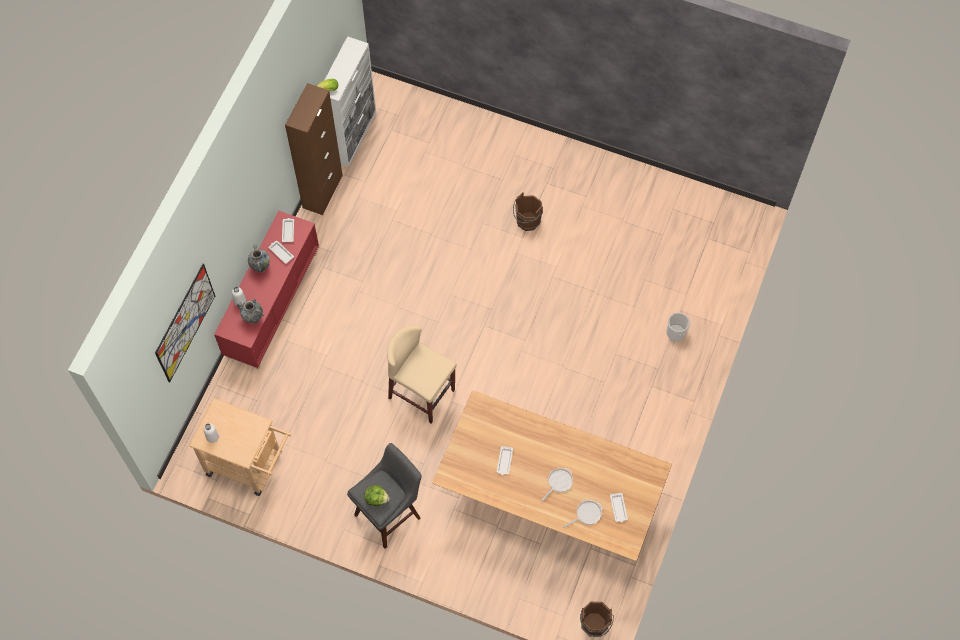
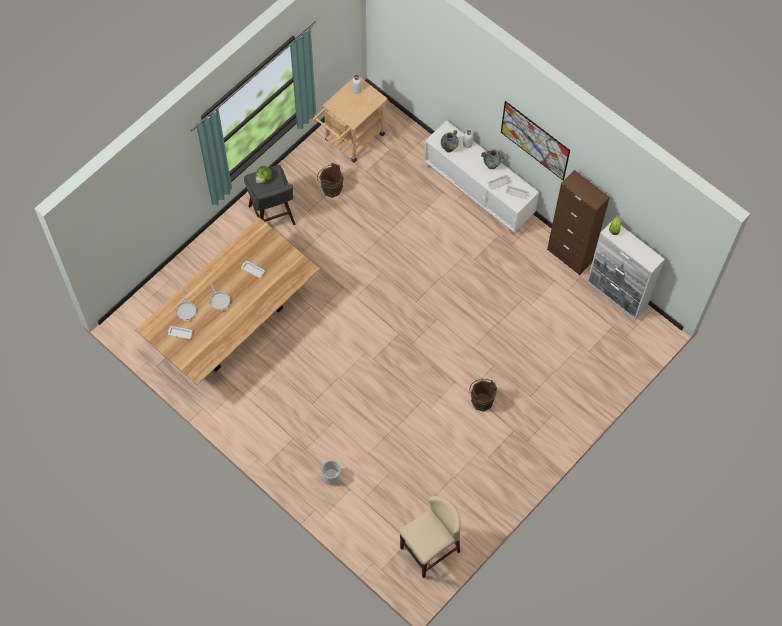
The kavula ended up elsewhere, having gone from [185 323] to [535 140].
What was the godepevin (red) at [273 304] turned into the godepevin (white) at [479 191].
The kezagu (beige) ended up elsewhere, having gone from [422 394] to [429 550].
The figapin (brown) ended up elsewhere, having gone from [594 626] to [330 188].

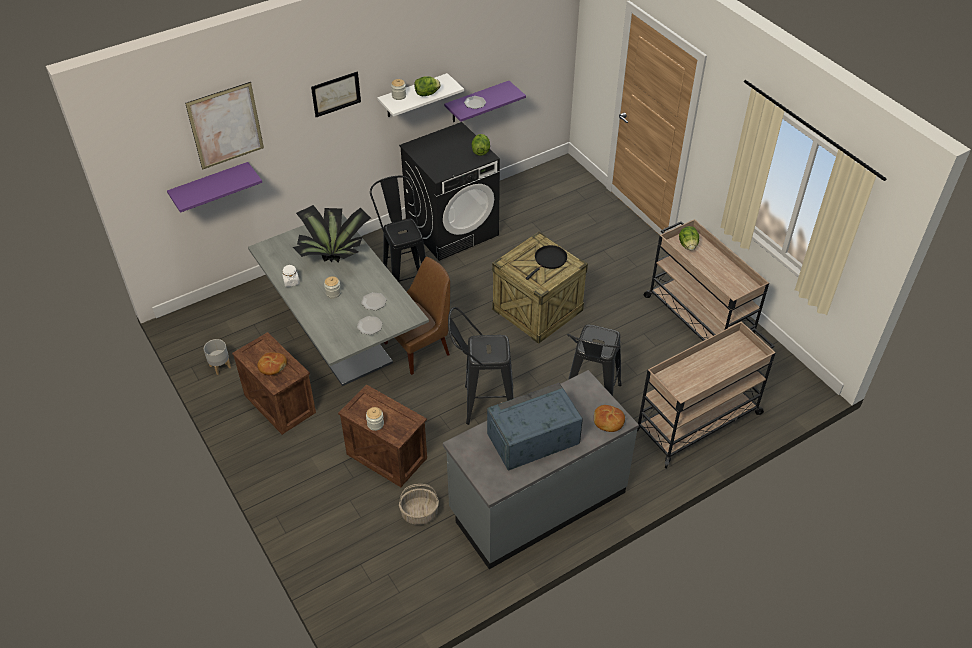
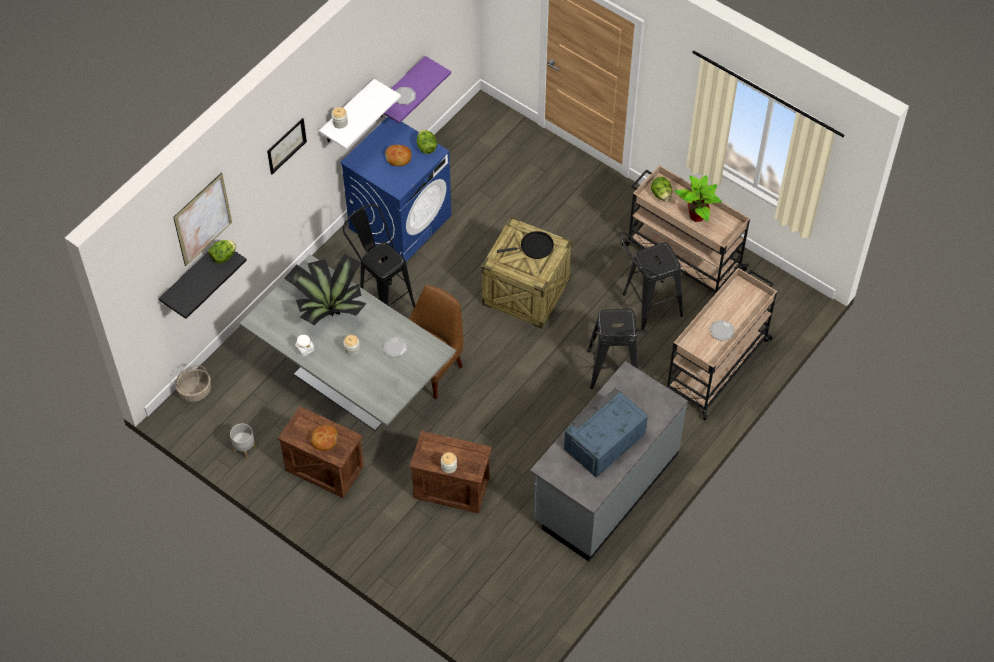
What was the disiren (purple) at [210 186] turned into the disiren (black) at [191 277].
The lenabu ended up elsewhere, having gone from [370 326] to [722 331].
What was the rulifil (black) at [452 229] turned into the rulifil (blue) at [400 221].
The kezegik ended up elsewhere, having gone from [420 513] to [195 391].
The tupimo ended up elsewhere, having gone from [427 94] to [223 257].
The kezagu (black) ended up elsewhere, having gone from [482 404] to [646 307].
The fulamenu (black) at [549 260] ended up facing another way, 60 degrees clockwise from before.
The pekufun ended up elsewhere, having gone from [608 422] to [398 158].
The second view gained the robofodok at [697 215].

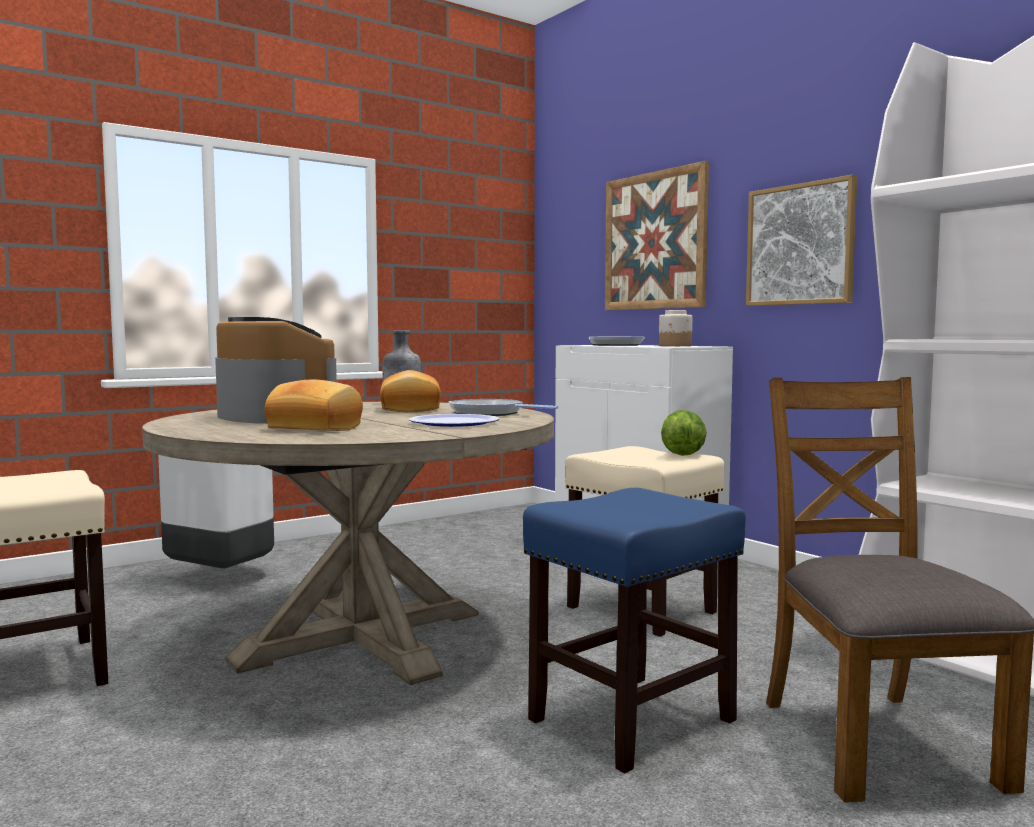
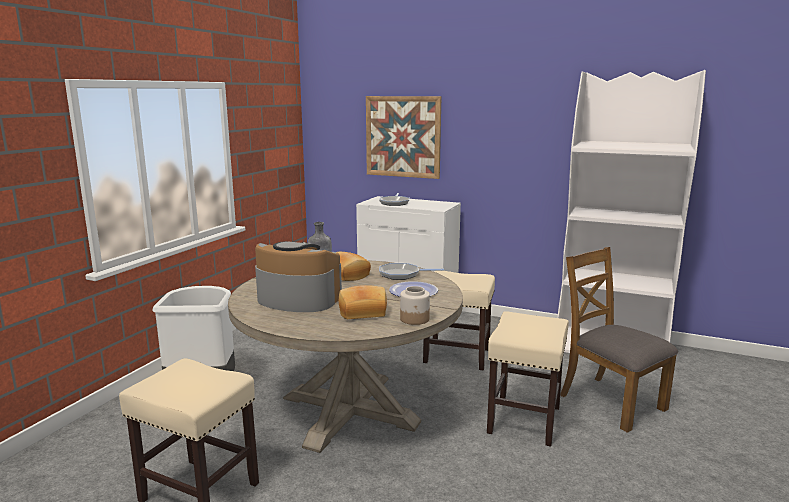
What was the kezagu (blue) at [630 721] turned into the kezagu (beige) at [524 420].
The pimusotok ended up elsewhere, having gone from [675 346] to [415 319].
The second view lost the tupimo at [683 454].
The second view lost the kavula at [800 244].

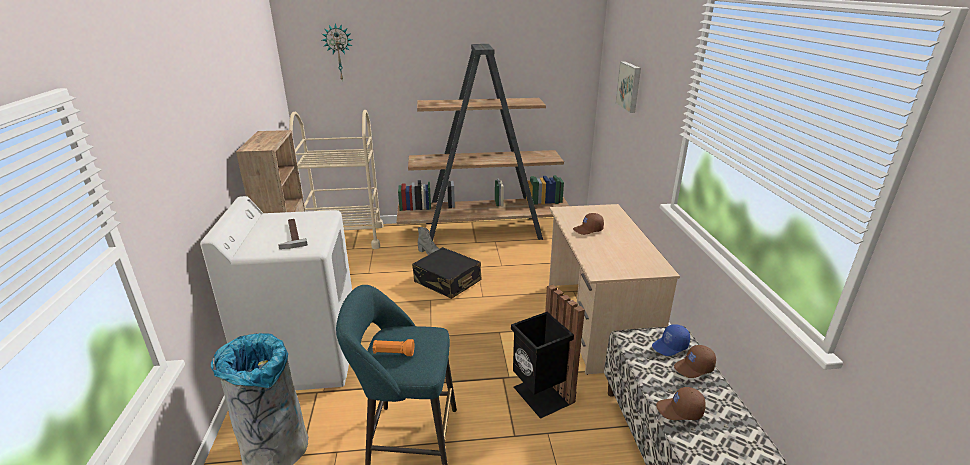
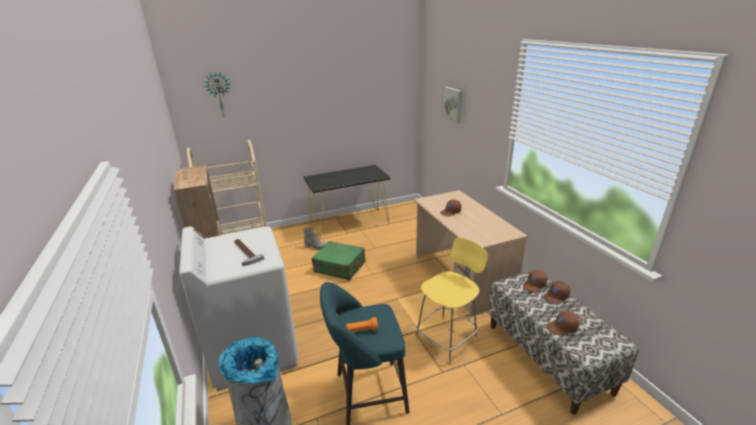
Where the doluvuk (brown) stood at [484 230], the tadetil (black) came to stand at [349 223].
What was the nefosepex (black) at [447 281] turned into the nefosepex (green) at [340 267].
Where the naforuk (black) stood at [541 395], the kezagu (yellow) came to stand at [447 339].
What was the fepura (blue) at [670 346] turned into the fepura (brown) at [534 285].

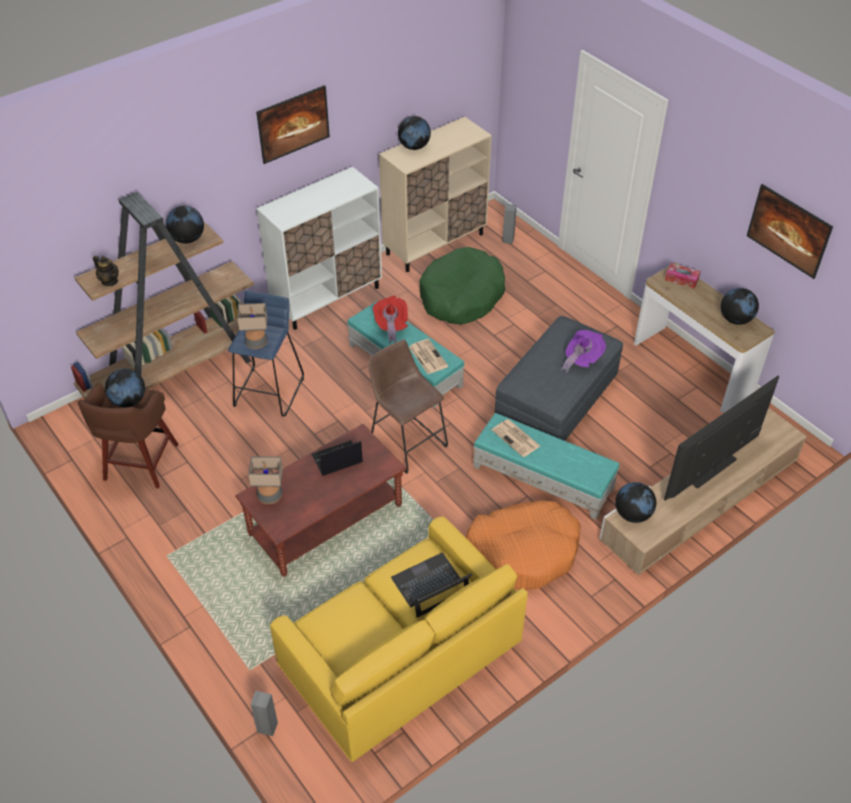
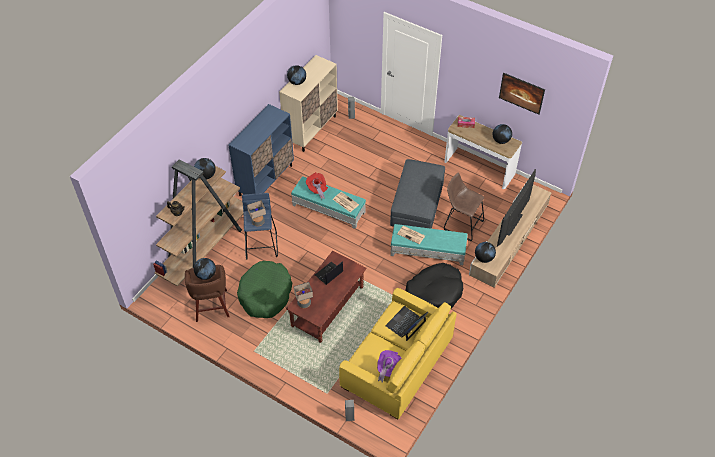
The second view lost the kavula at [295 137].
What was the godepevin (white) at [327 298] turned into the godepevin (blue) at [266 180].
The kezagu (brown) ended up elsewhere, having gone from [406 441] to [461 224].
The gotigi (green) ended up elsewhere, having gone from [461 296] to [265 294].
What was the gotigi (orange) at [522 552] turned into the gotigi (black) at [434 293].
The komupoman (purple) ended up elsewhere, having gone from [581 359] to [388 368].

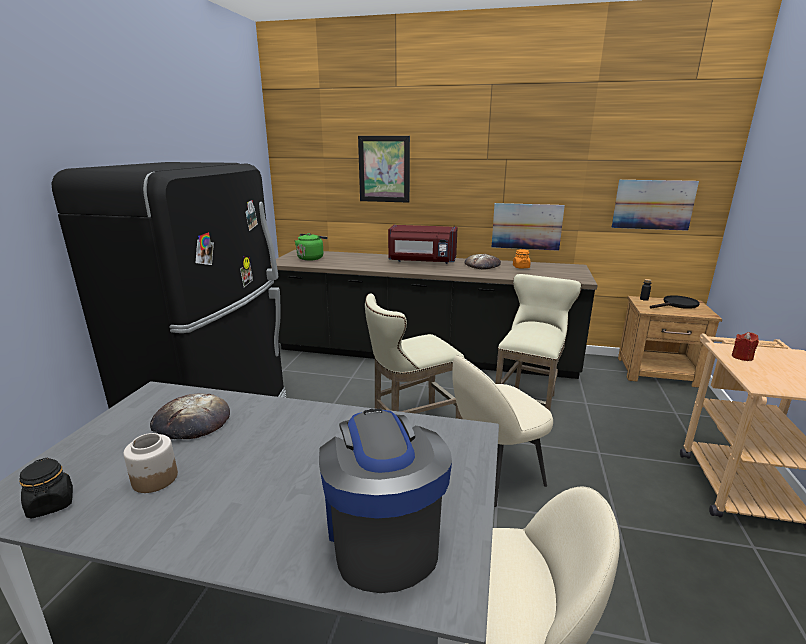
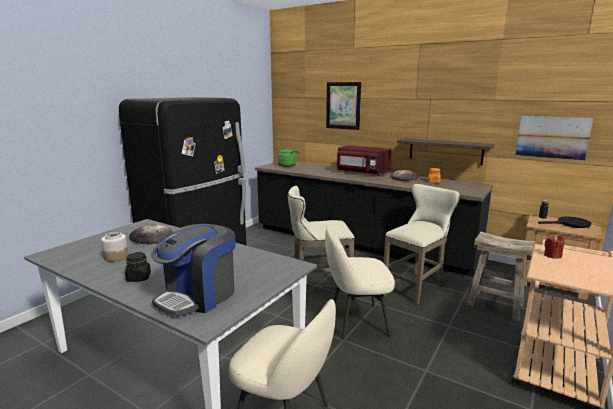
The pimusotok (black) ended up elsewhere, having gone from [51 504] to [139 278].
The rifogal at [382 535] ended up facing another way, 150 degrees counterclockwise from before.
Where the kavula hung at [526 226], the disiren came to hang at [445 151].
The second view gained the kezagu (beige) at [495 305].

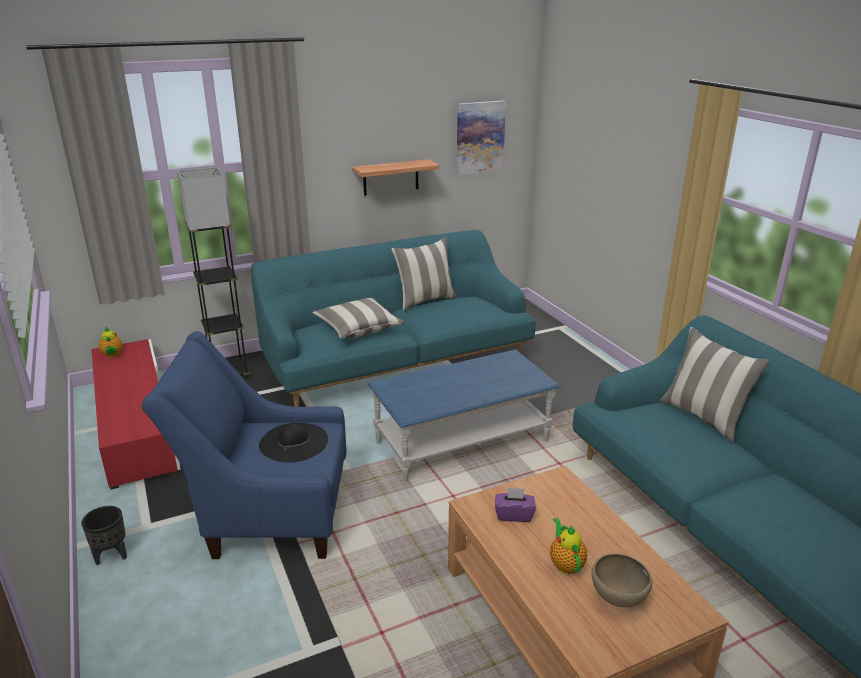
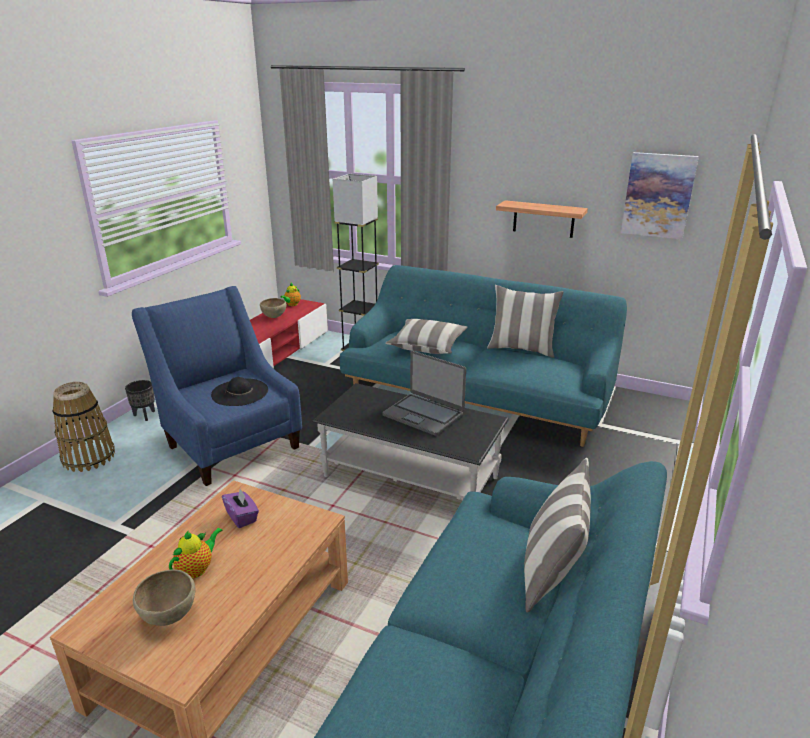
What was the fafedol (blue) at [462 442] turned into the fafedol (black) at [410 477].
The second view gained the kezegik at [89 457].
The second view gained the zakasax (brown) at [274 317].
The second view gained the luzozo at [423 415].

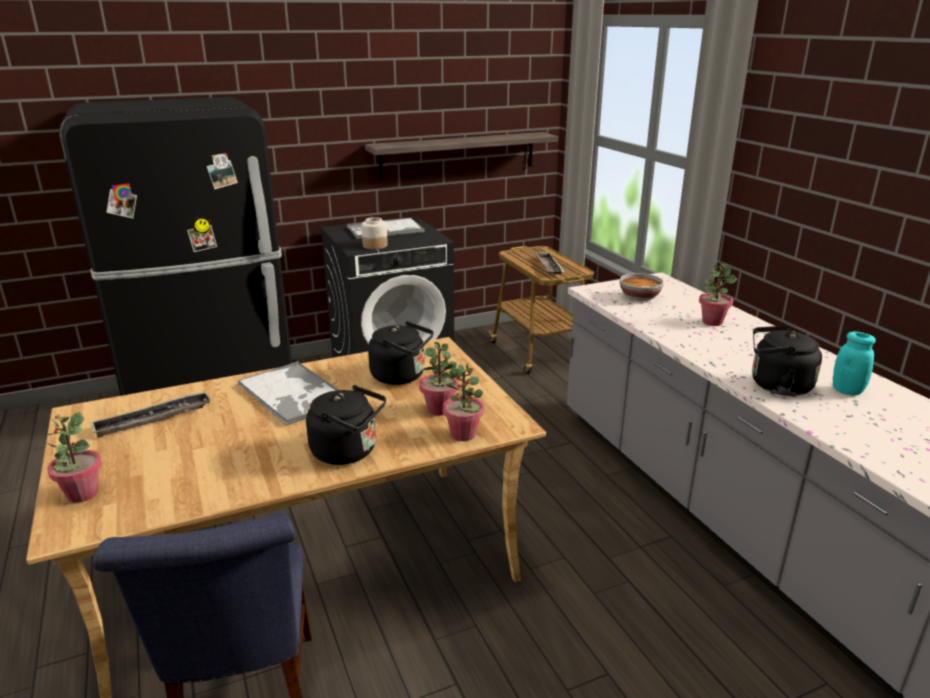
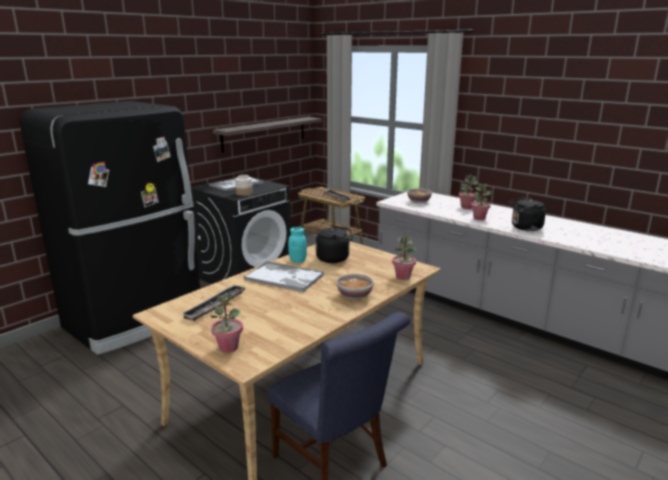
Where the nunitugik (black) stood at [348 451], the zakasax came to stand at [355 296].
The robofodok ended up elsewhere, having gone from [439 409] to [479 218].
The pimusotok (turquoise) ended up elsewhere, having gone from [847 390] to [297 260].

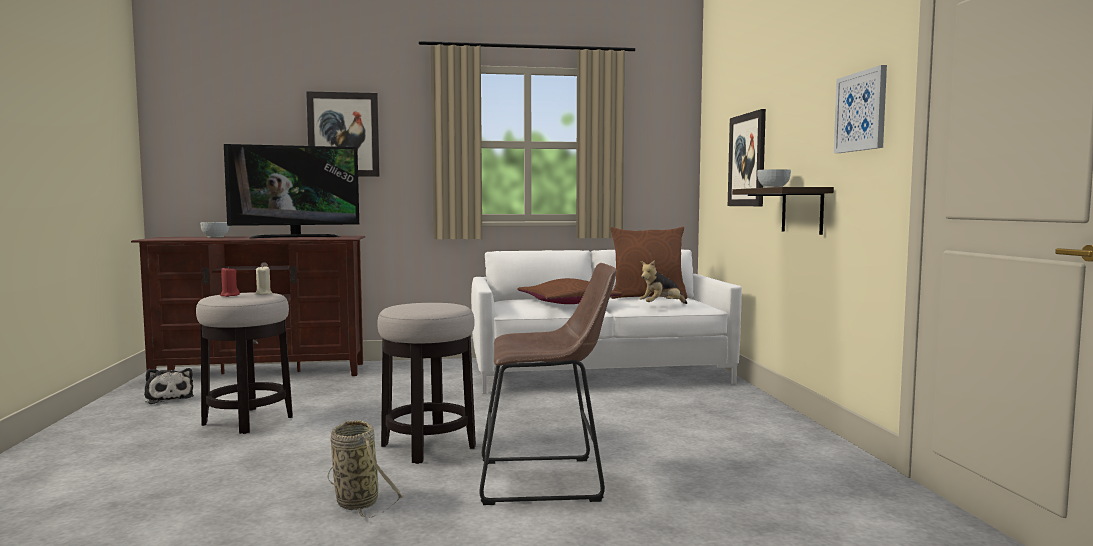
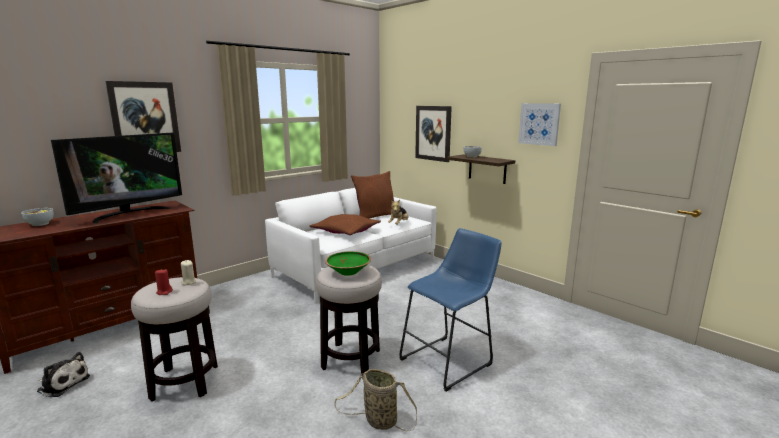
What was the kezagu (brown) at [548 480] turned into the kezagu (blue) at [449 360].
The second view gained the zakasax (green) at [348 272].

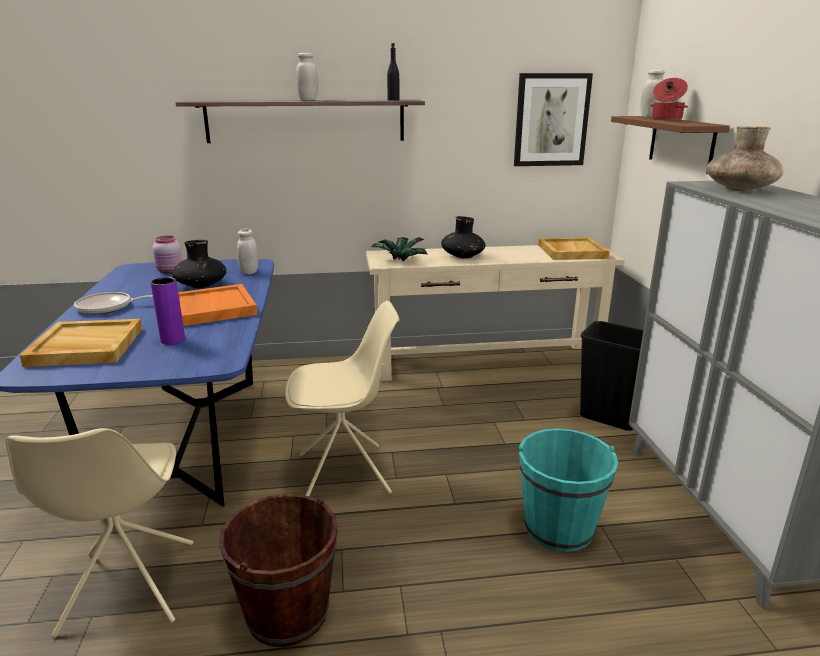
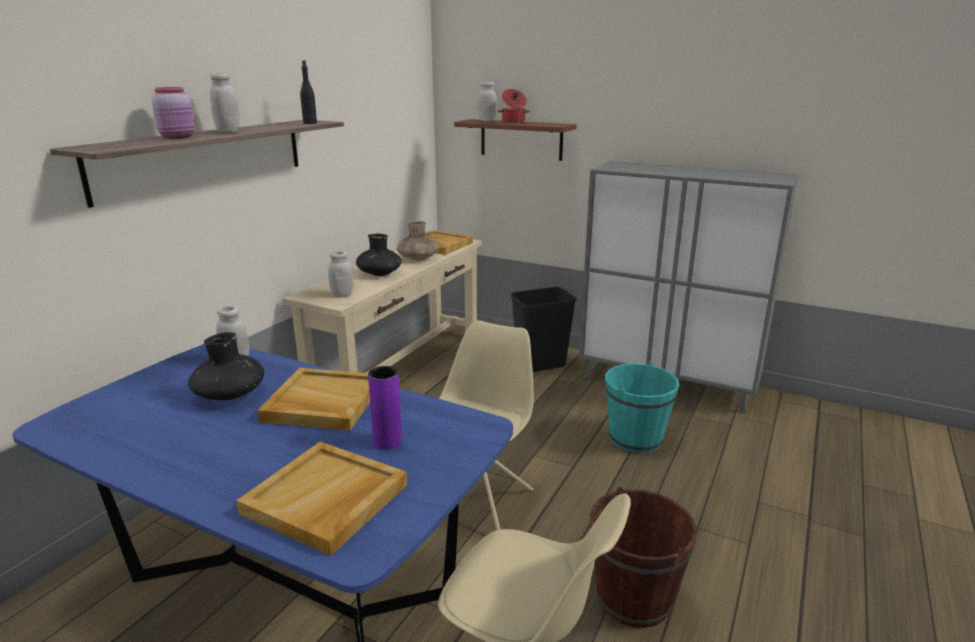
The second view lost the fulamenu at [107 307].
The pimusotok (pink) ended up elsewhere, having gone from [170 271] to [179 137].
What was the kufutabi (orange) at [212 308] turned into the kufutabi (beige) at [322 403].
Where the robofodok stood at [399 260], the pimusotok (white) came to stand at [342 295].
The second view lost the kavula at [551 120].
The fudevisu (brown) ended up elsewhere, having gone from [739 189] to [417 259].

